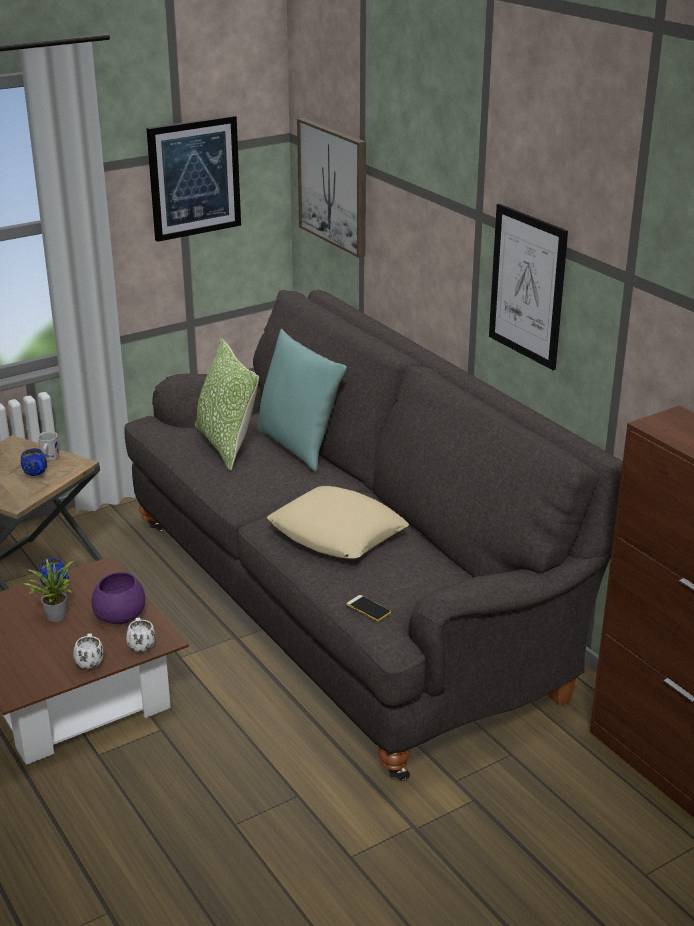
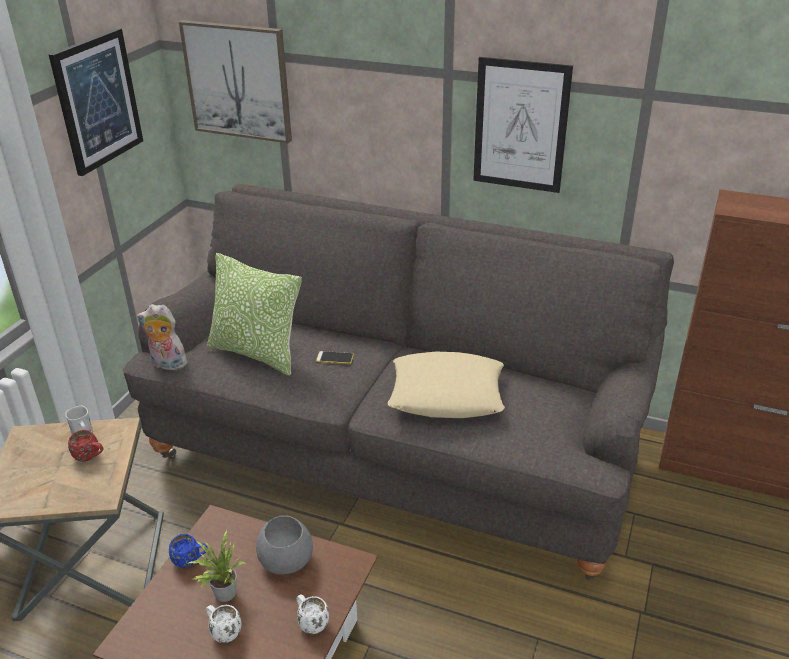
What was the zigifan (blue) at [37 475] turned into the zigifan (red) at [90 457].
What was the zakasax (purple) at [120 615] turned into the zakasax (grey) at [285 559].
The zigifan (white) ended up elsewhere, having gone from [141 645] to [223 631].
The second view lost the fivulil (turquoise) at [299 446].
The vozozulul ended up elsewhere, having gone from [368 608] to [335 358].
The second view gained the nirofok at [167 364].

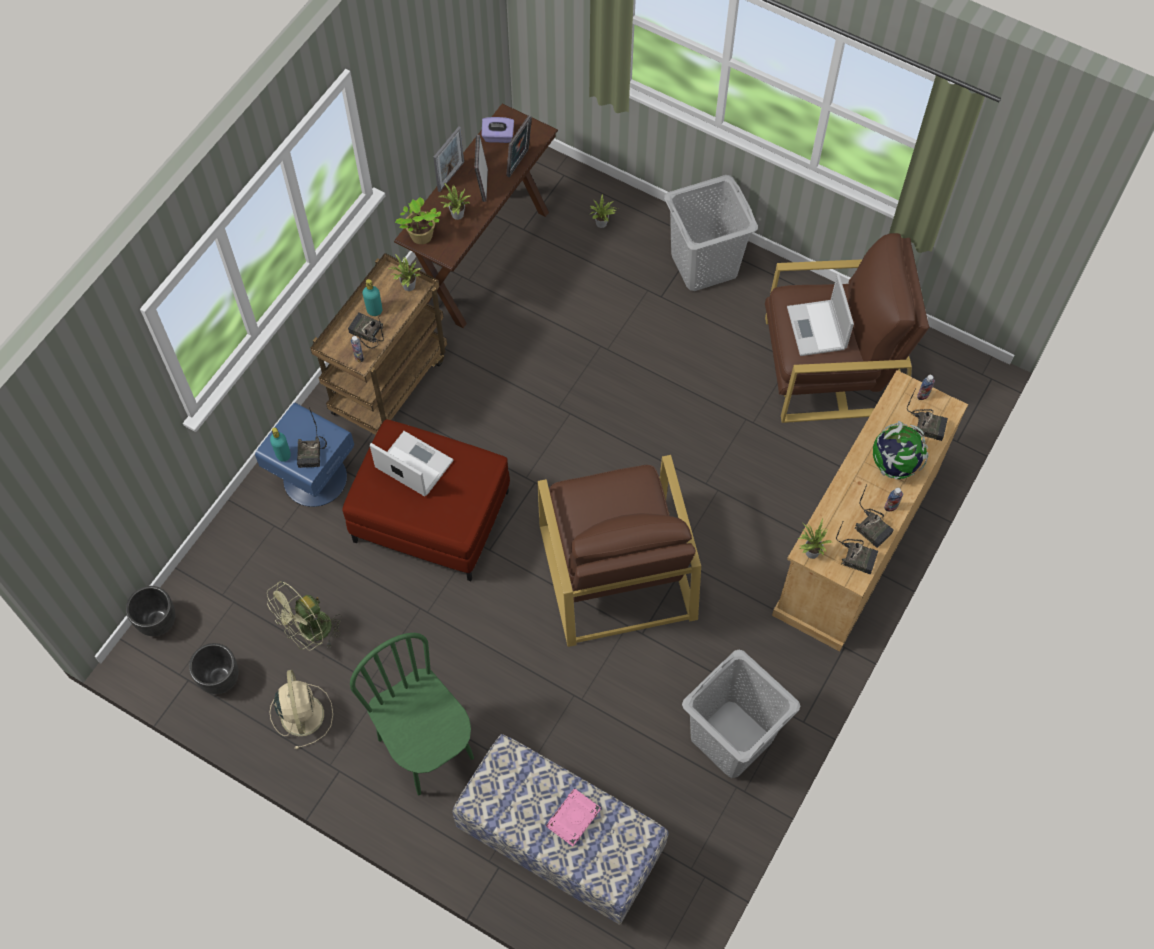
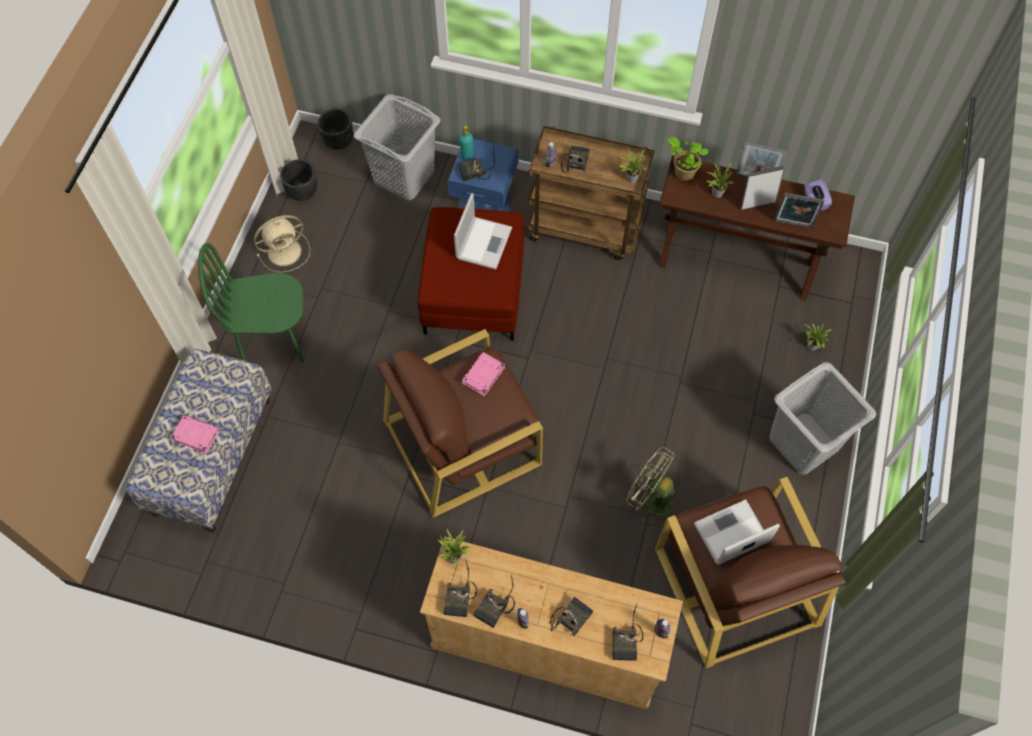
The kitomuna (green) ended up elsewhere, having gone from [310 632] to [650 500].
The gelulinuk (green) at [426 748] ended up facing another way, 135 degrees counterclockwise from before.
The second view lost the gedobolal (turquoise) at [374 310].
The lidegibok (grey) ended up elsewhere, having gone from [731 739] to [403 177].
Where the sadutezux stood at [894 465], the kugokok came to stand at [570 617].
The second view gained the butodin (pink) at [483 376].

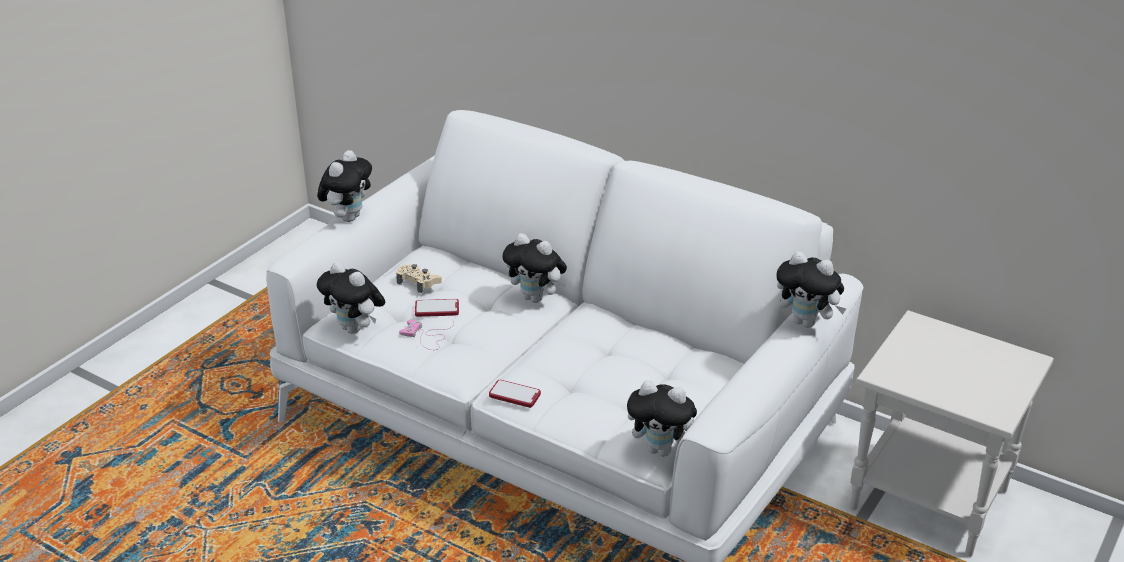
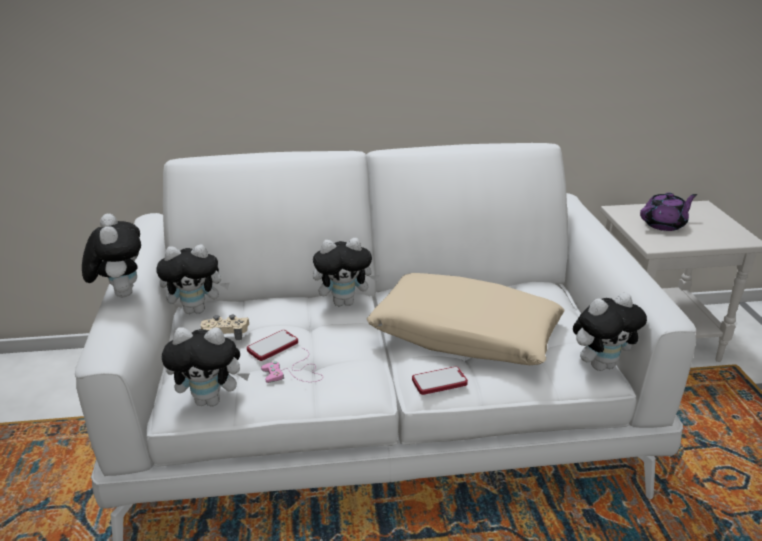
The nirofok ended up elsewhere, having gone from [807 322] to [197 310].
The second view gained the fivulil (beige) at [465 334].
The second view gained the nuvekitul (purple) at [664 224].

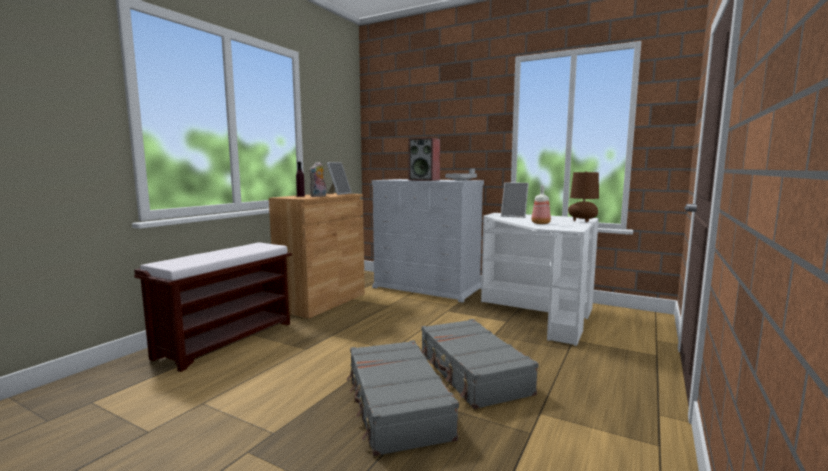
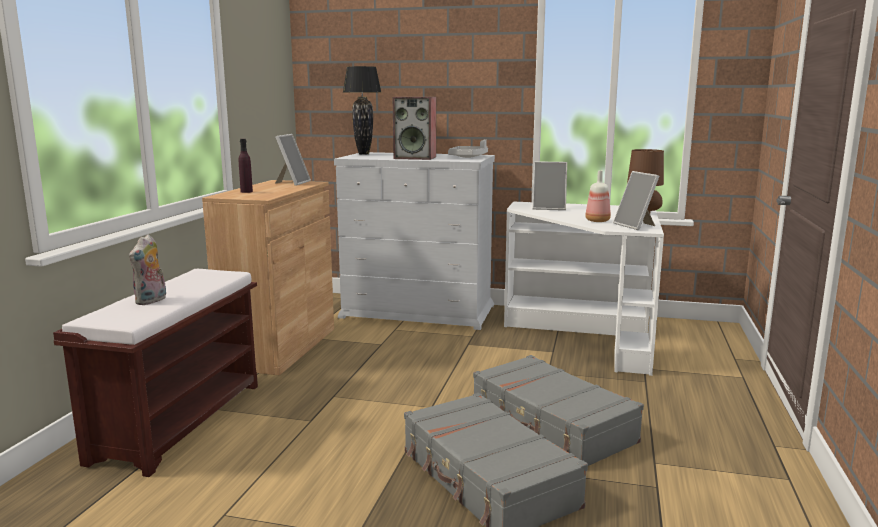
The nirofok ended up elsewhere, having gone from [318 196] to [151 301].
The second view gained the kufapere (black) at [363 154].
The second view gained the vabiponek at [636 226].

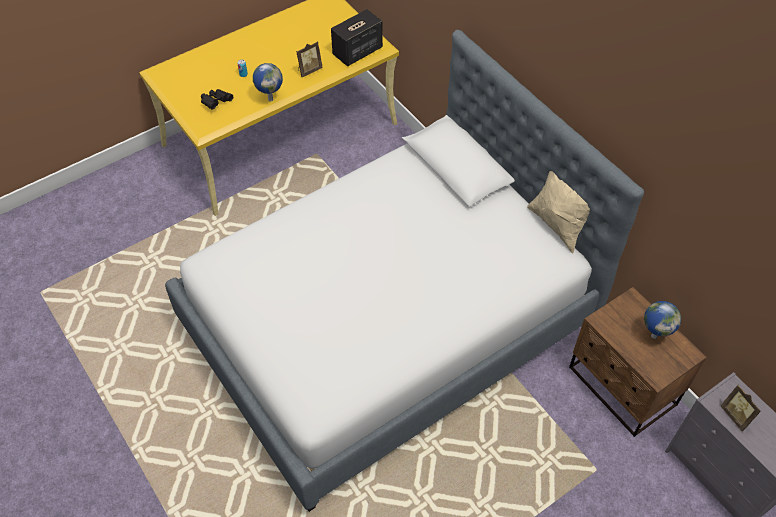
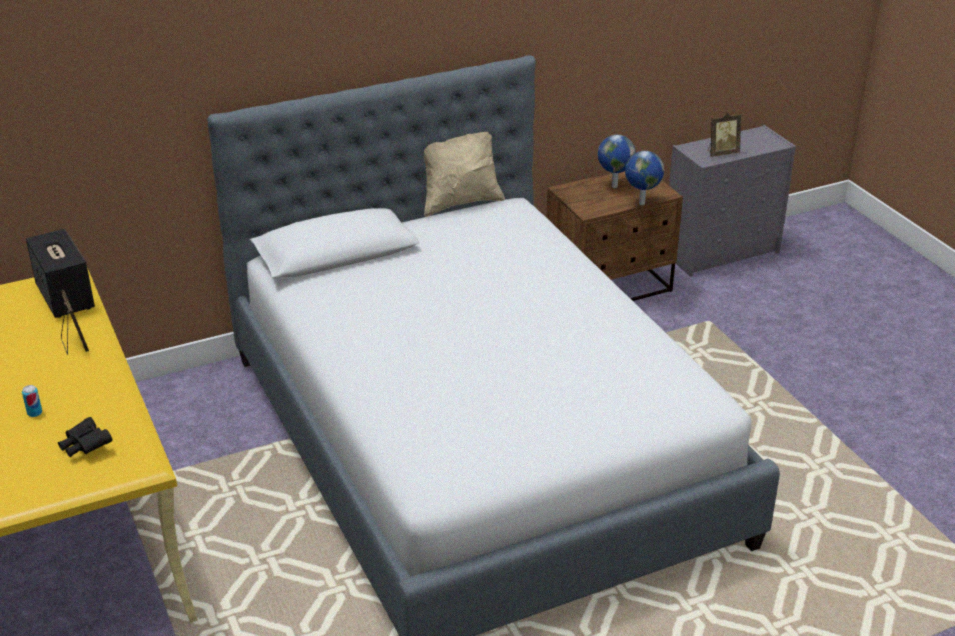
The sadutezux ended up elsewhere, having gone from [270 99] to [641 203].

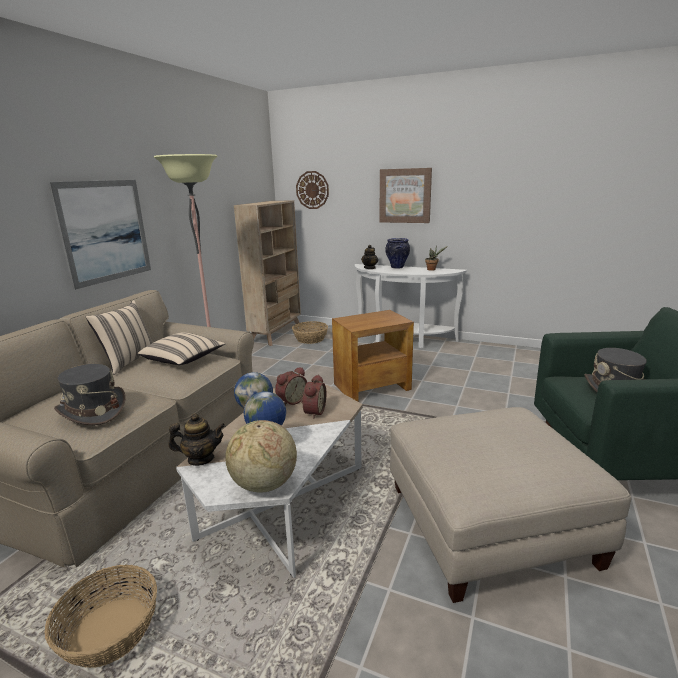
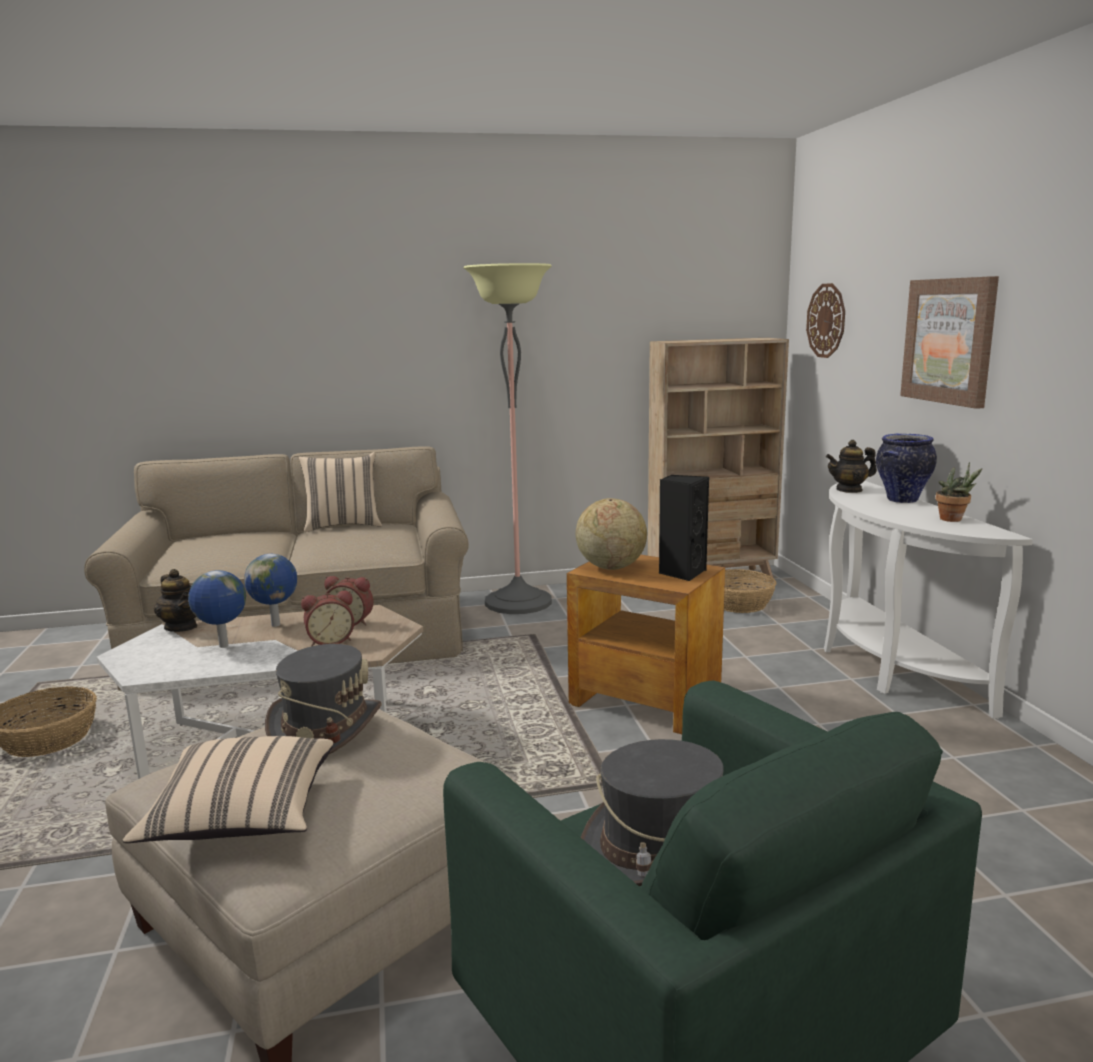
The second view lost the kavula at [105 231].
The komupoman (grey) ended up elsewhere, having gone from [92 411] to [325 729].
The fivulil (beige) ended up elsewhere, having gone from [184 360] to [242 818].
The sadutezux ended up elsewhere, having gone from [264 484] to [610 567].
The second view gained the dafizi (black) at [681 572].

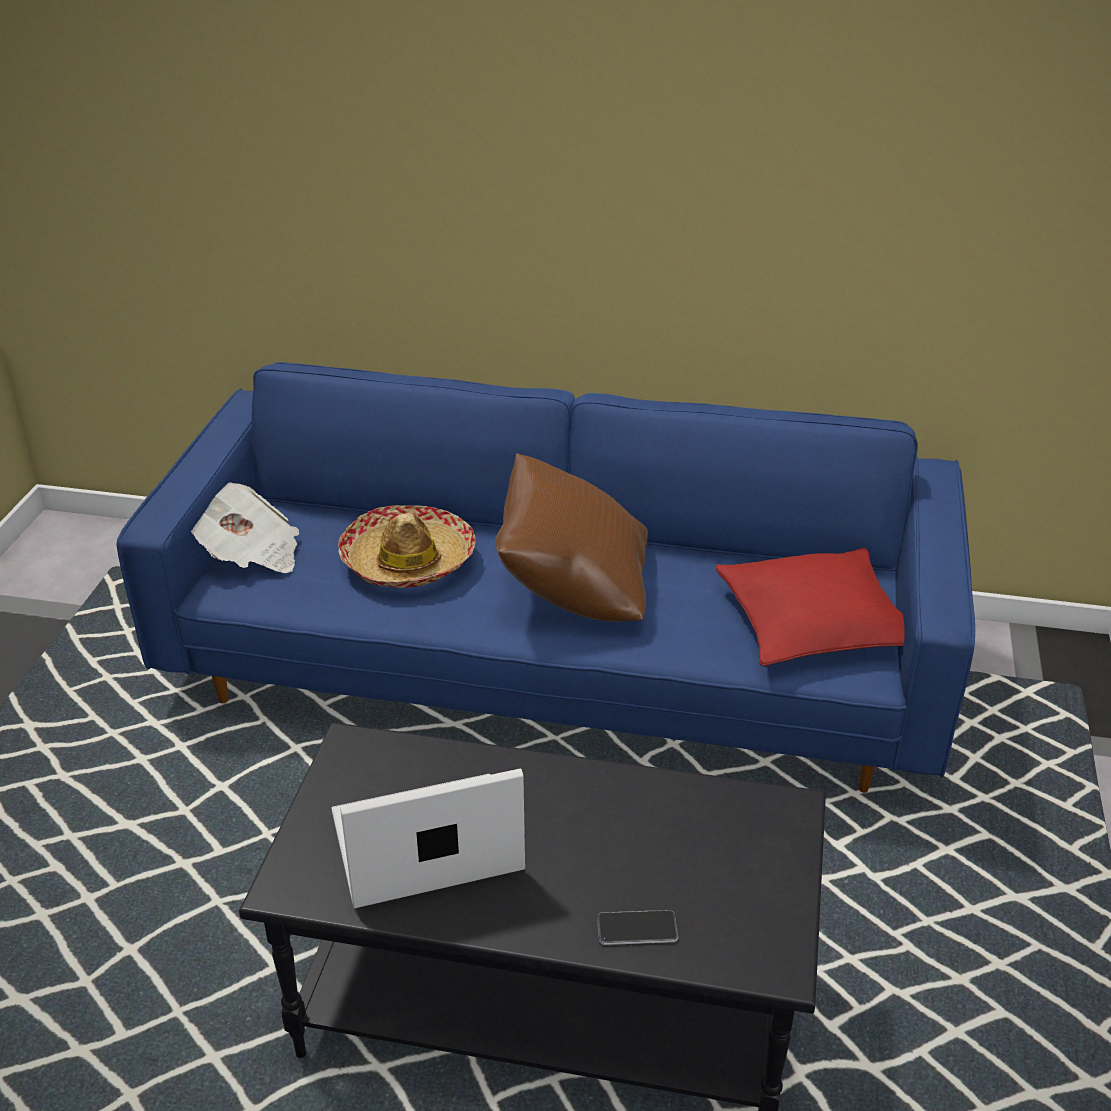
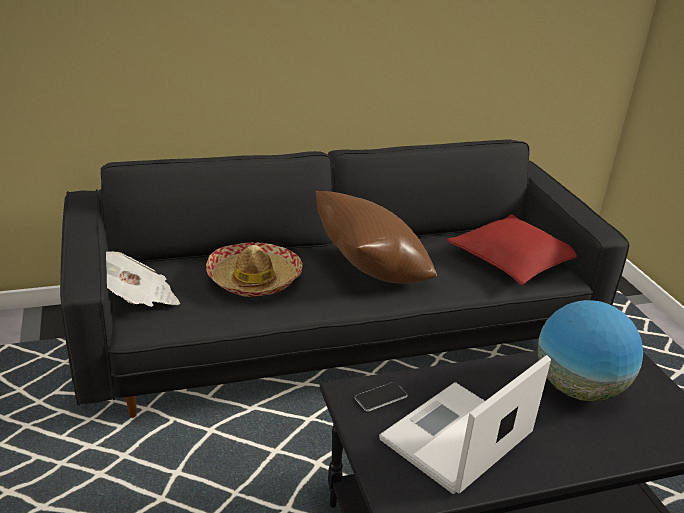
What was the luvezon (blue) at [556 666] turned into the luvezon (black) at [337 333].
The vozozulul ended up elsewhere, having gone from [637 928] to [380 397].
The second view gained the sadutezux at [577 388].

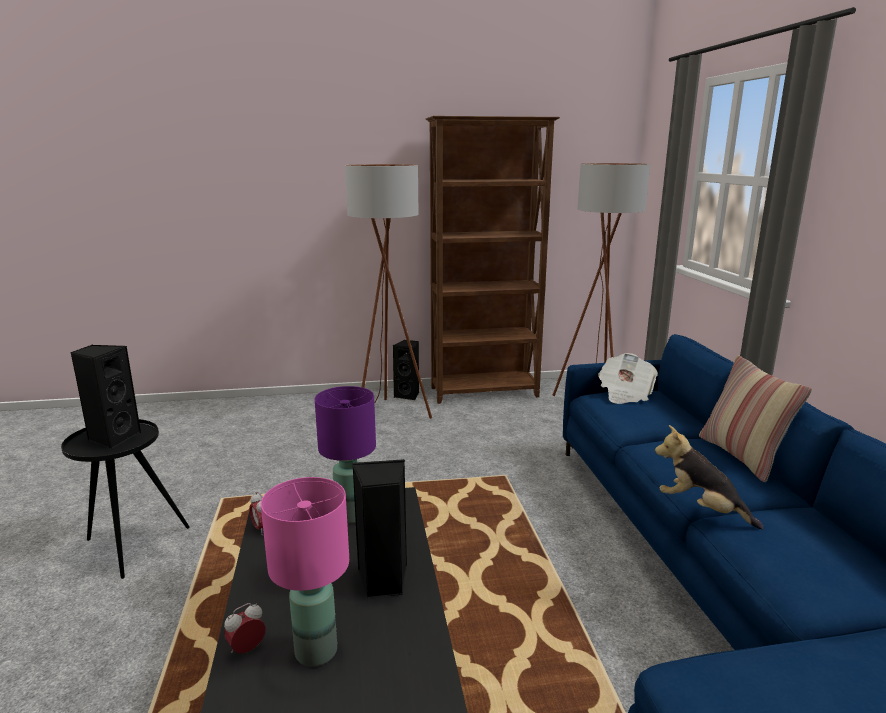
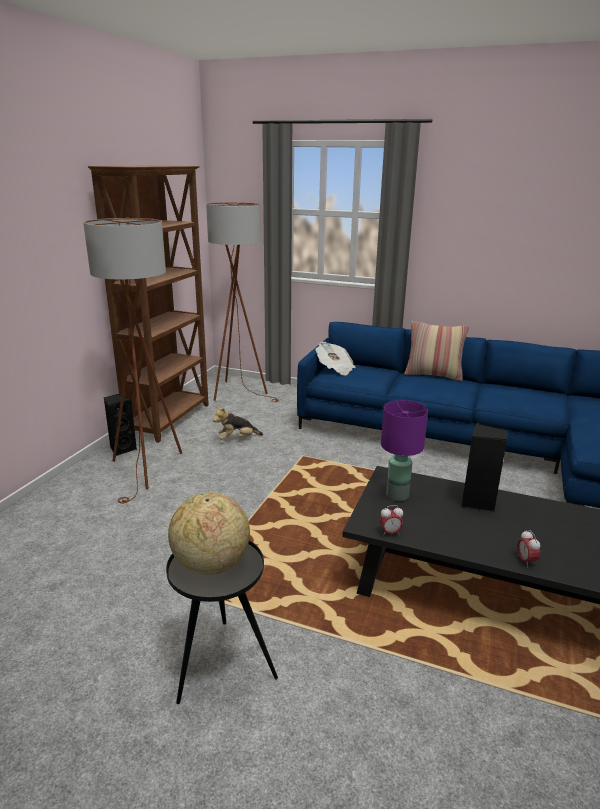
Where the dafizi (black) stood at [113 438], the sadutezux came to stand at [211 565].
The second view lost the kufapere (pink) at [316 650].
The nirofok ended up elsewhere, having gone from [701 509] to [237 439].

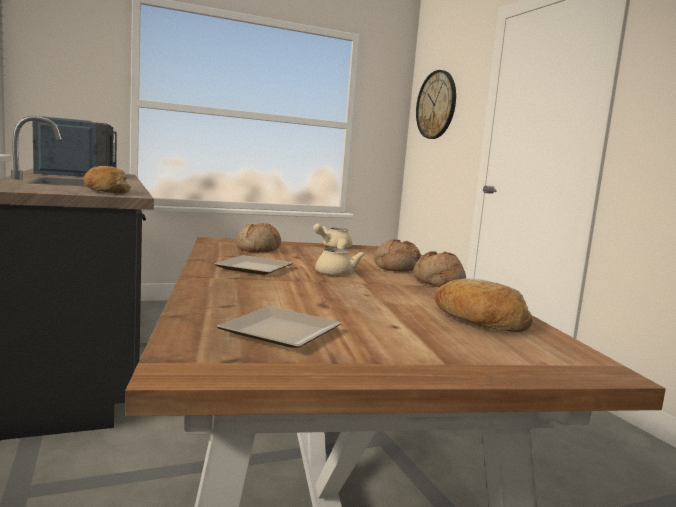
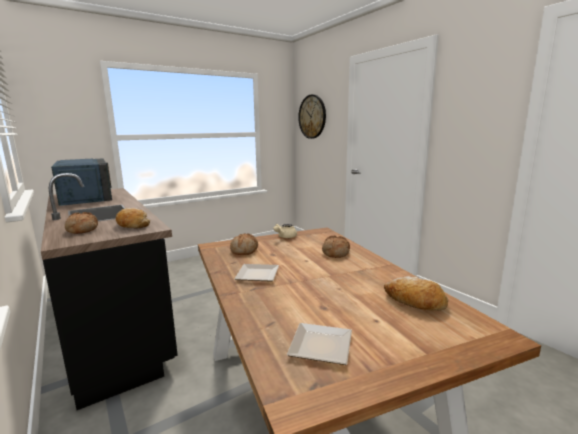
The second view lost the nuvekitul (beige) at [337 272].
The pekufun ended up elsewhere, having gone from [437 282] to [81 230].

